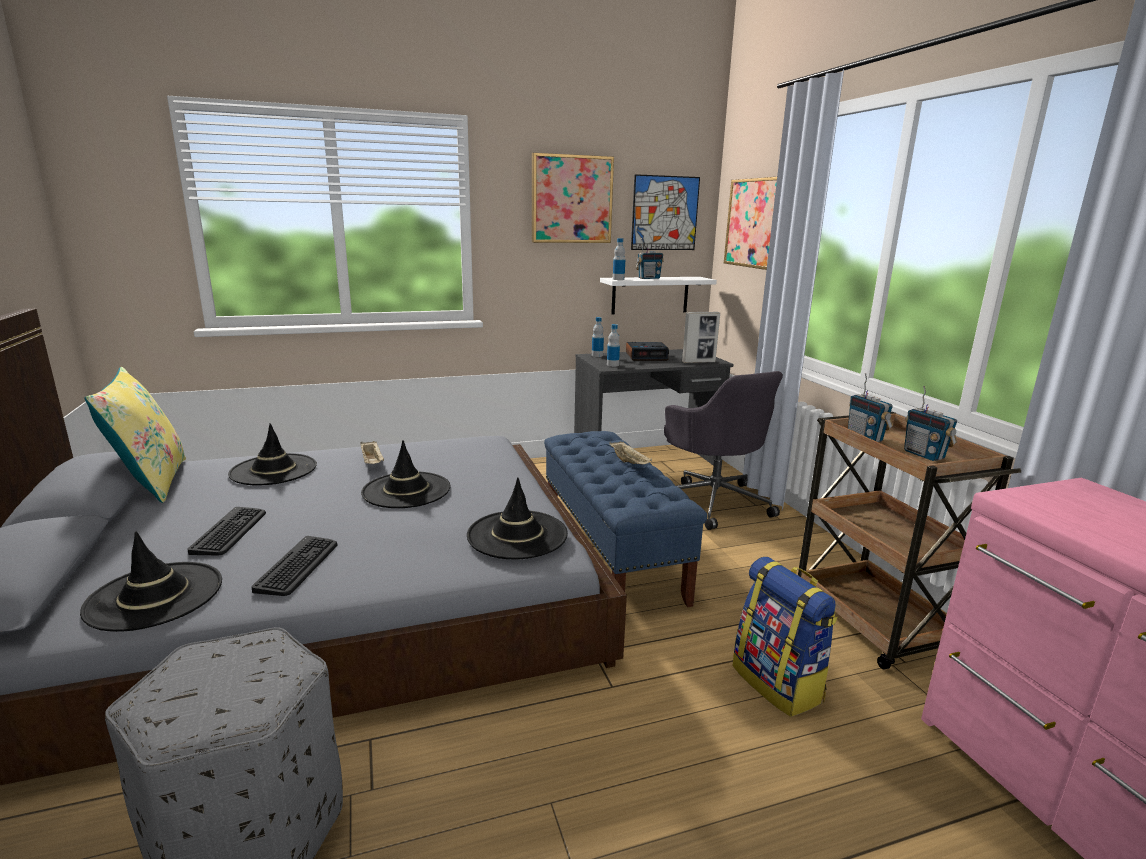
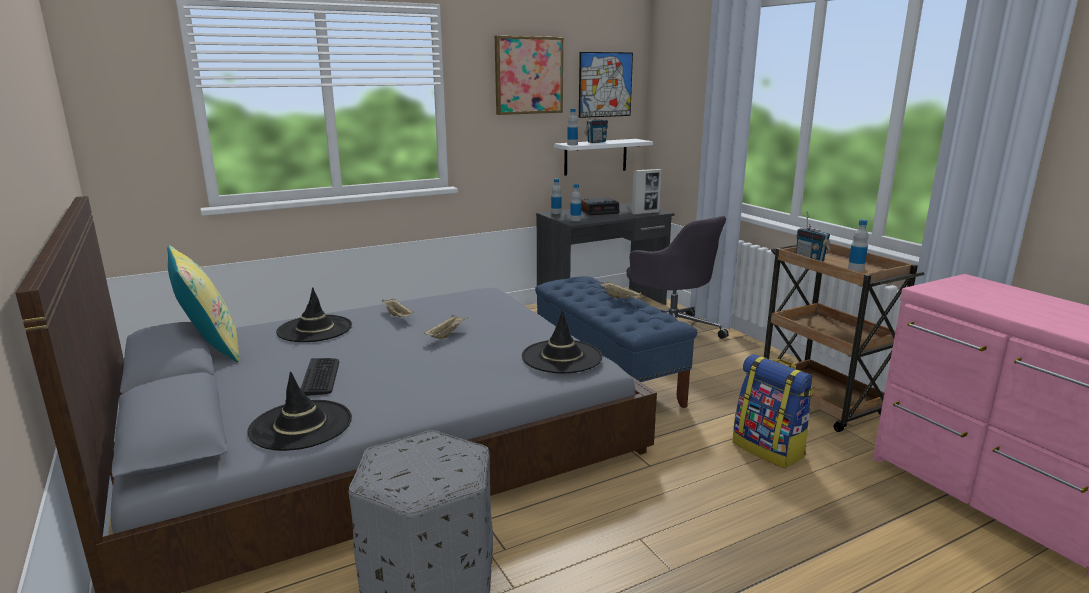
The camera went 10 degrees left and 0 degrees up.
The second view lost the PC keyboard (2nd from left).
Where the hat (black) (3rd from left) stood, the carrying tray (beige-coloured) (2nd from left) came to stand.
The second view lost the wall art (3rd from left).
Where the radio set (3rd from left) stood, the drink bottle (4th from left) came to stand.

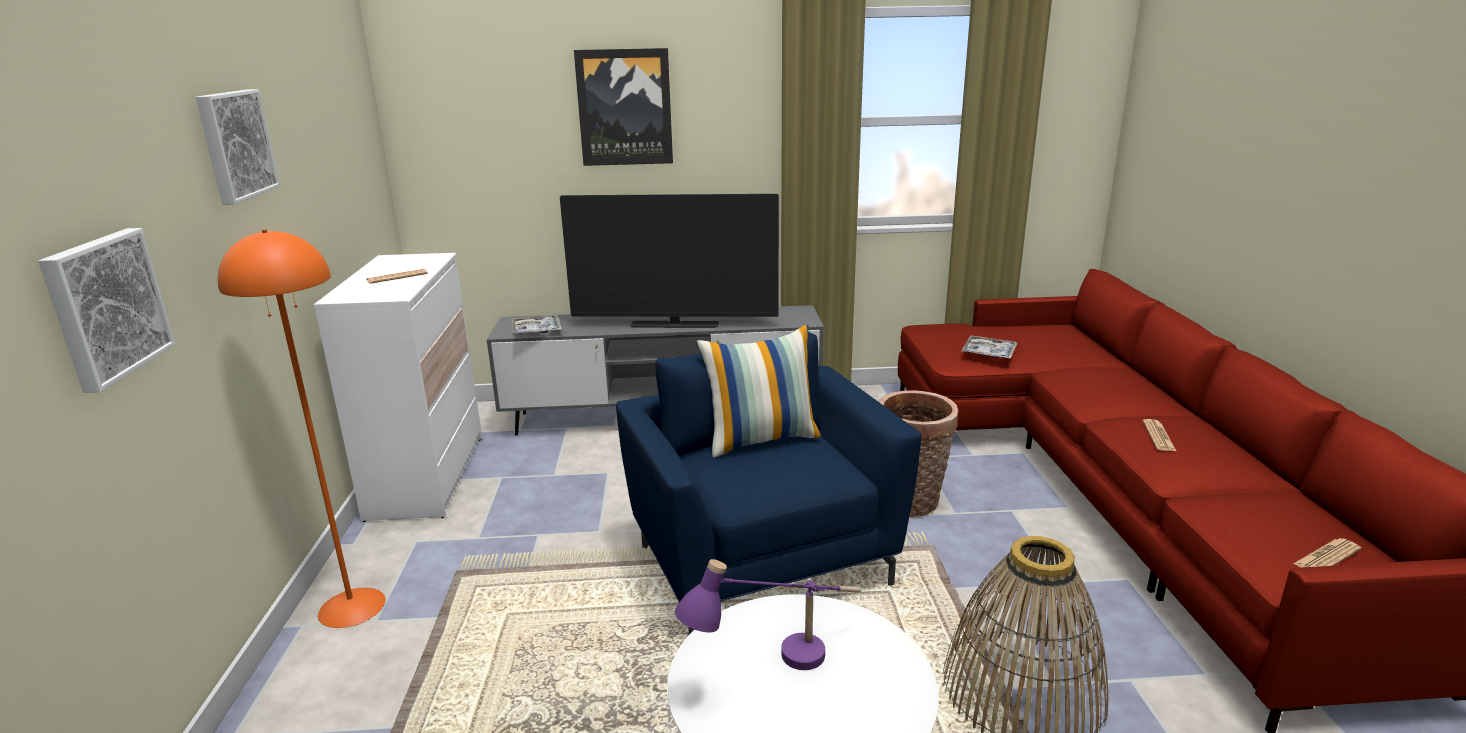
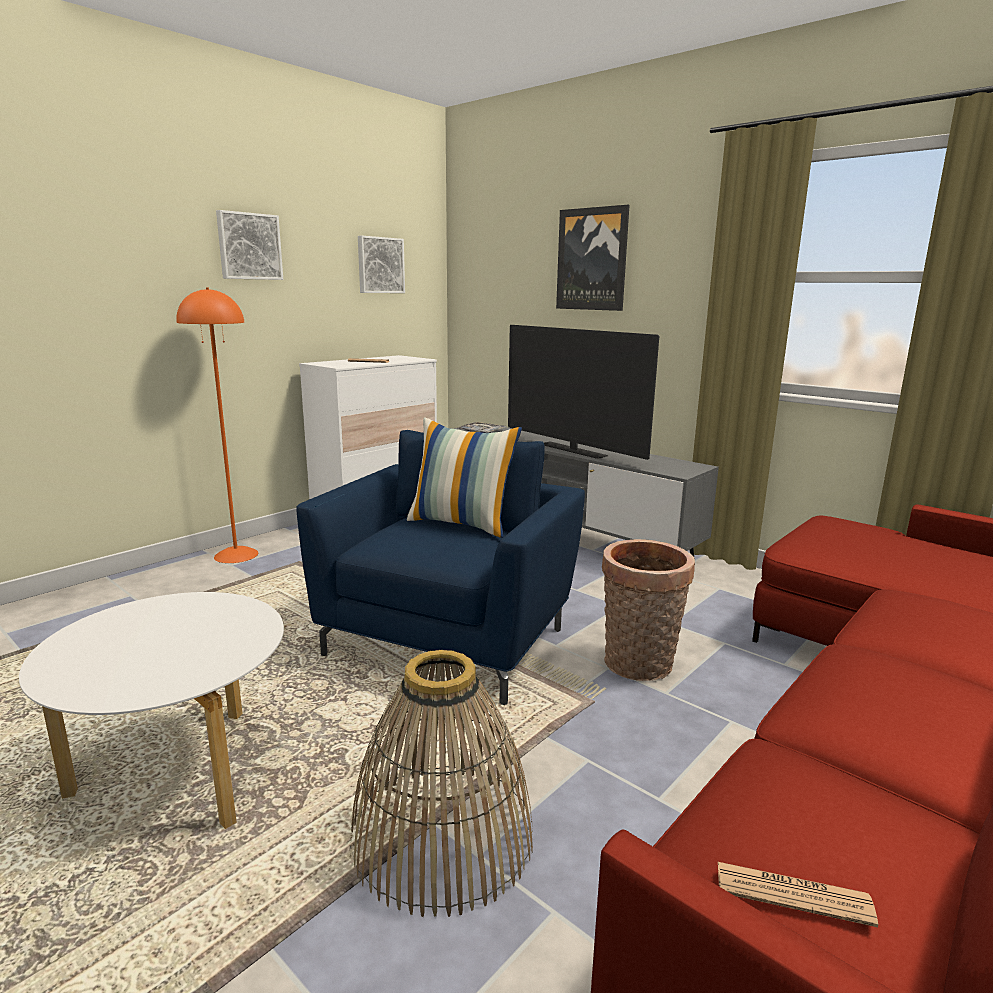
The camera went 45 degrees right and 5 degrees down.
The wall art (1st from left in the first image) ended up elsewhere.
The second view lost the table lamp (purplish).
The second view lost the carrying tray (2nd from left).
The second view lost the newspaper (2nd from left).

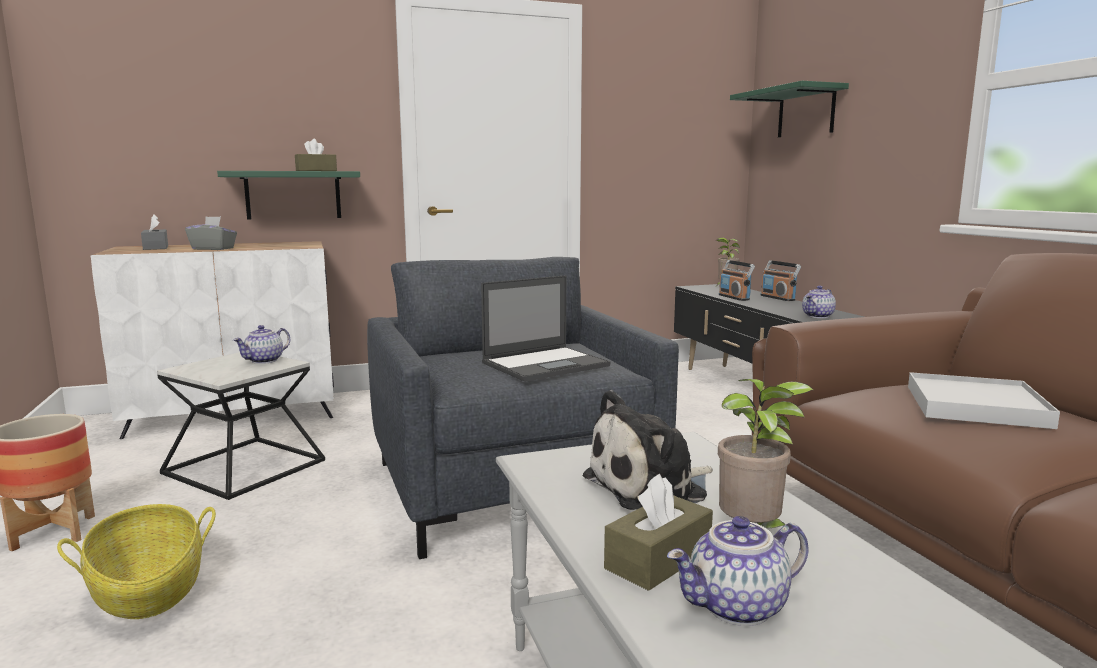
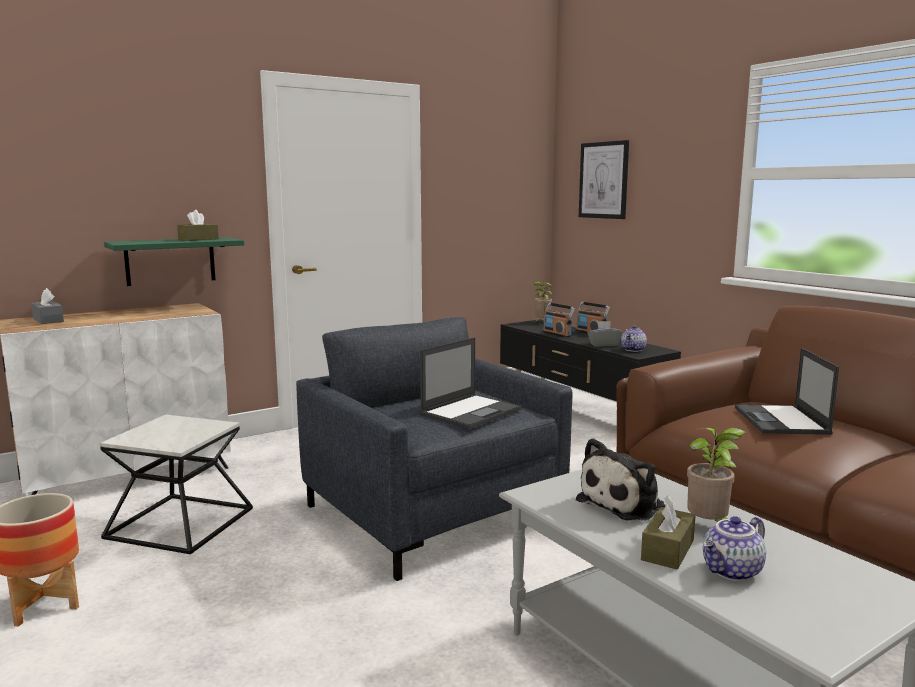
The camera went 15 degrees left and 0 degrees up.
The second view lost the household basket.
The tissue box (grey) (2nd from left) ended up elsewhere.
The second view lost the pot for tea (1st from left).
Where the wall shelf (greenish) (2nd from left) hung, the wall art came to hang.
Where the carrying tray (white-coloured) stood, the notebook computer (2nd from left) came to stand.

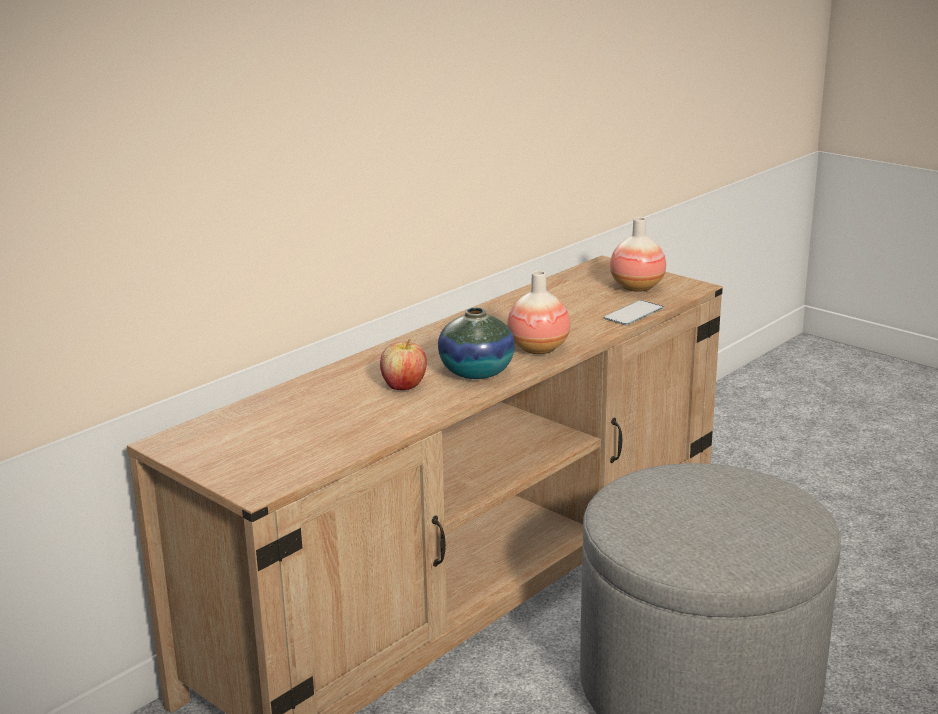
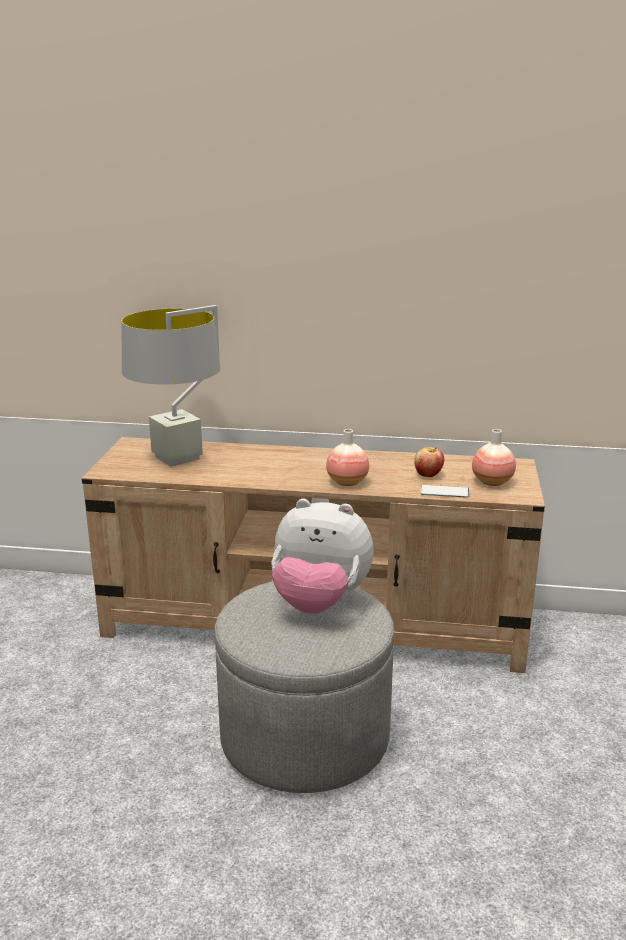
The camera went 55 degrees right and 0 degrees up.
The apple ended up elsewhere.
The second view lost the flower vase (1st from left).
The second view gained the table lamp (grey).
The second view gained the cuddly toy.

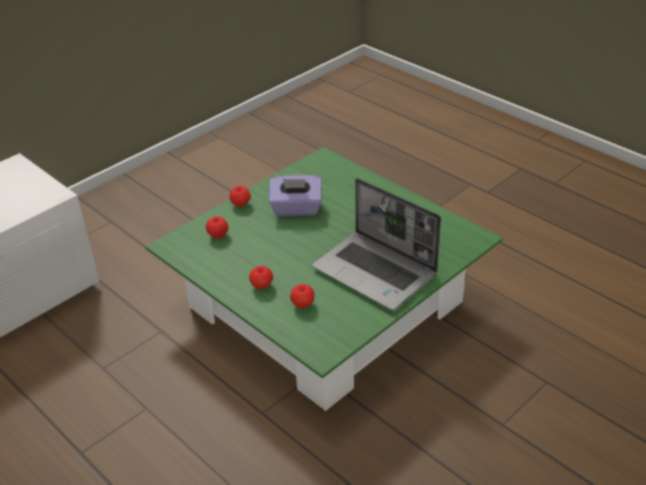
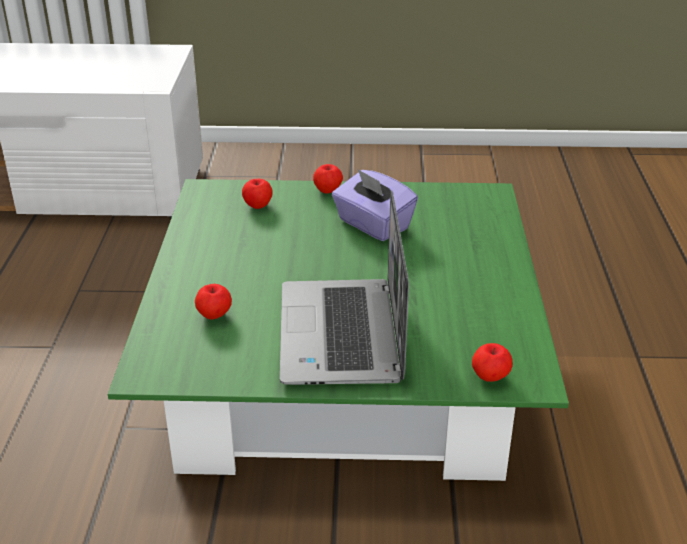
The camera went 45 degrees right and 5 degrees down.
The apple (3rd from left in the first image) ended up elsewhere.

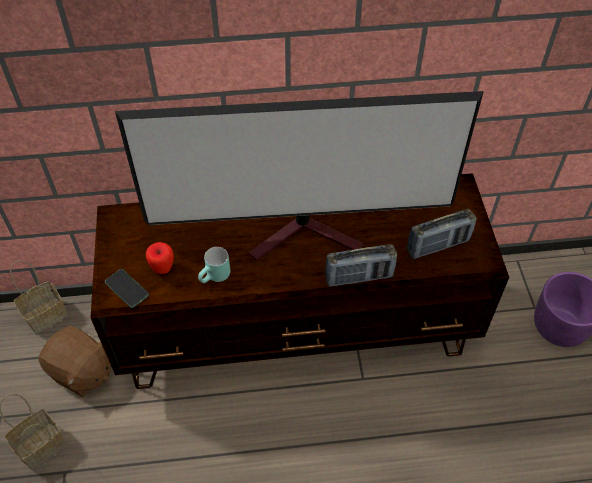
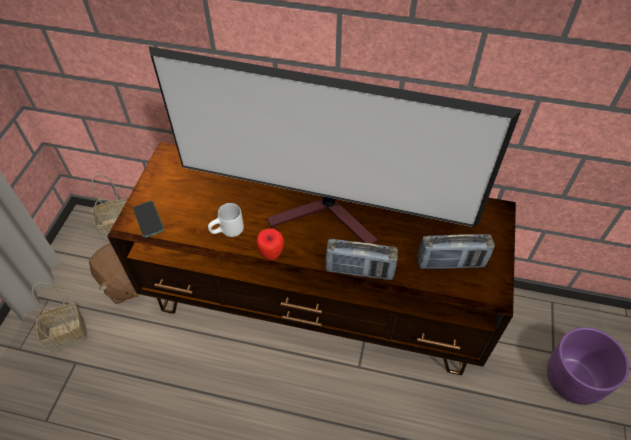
The camera went 20 degrees right and 0 degrees up.
The apple ended up elsewhere.
What was the tea mug (turquoise-coloured) turned into the tea mug (white-coloured).

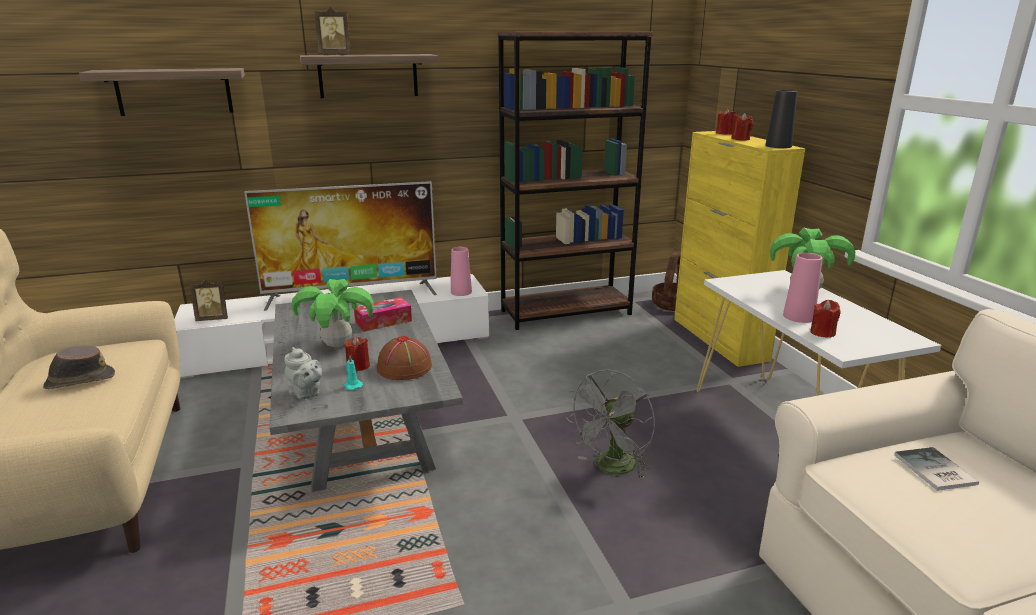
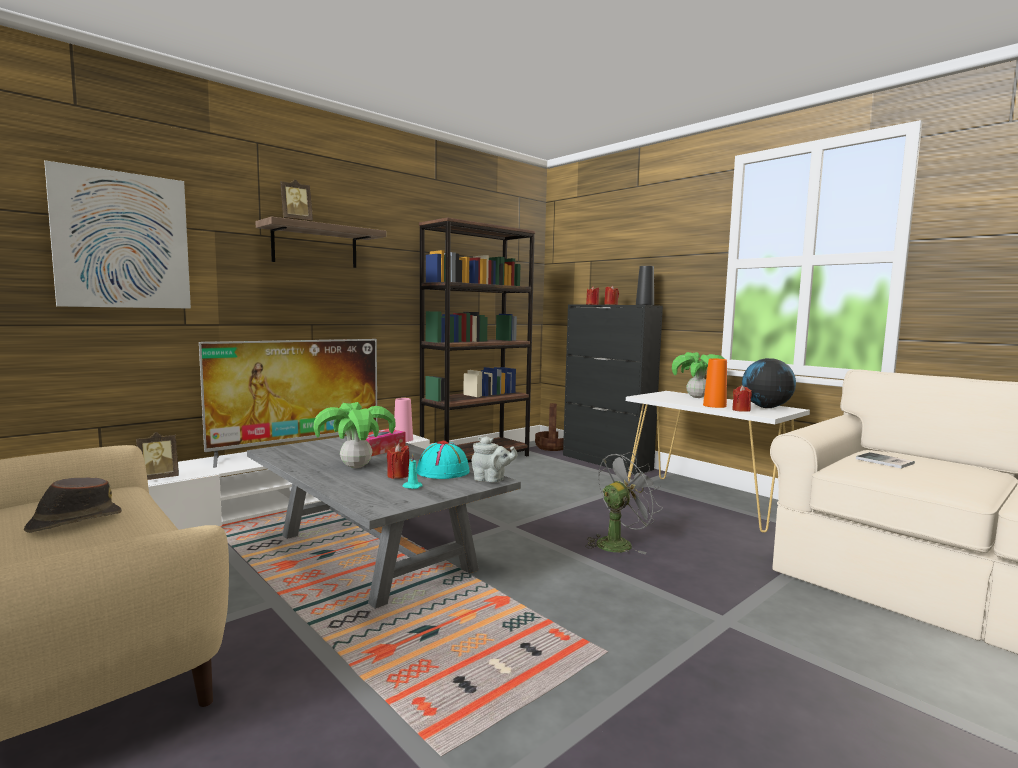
The camera went 25 degrees left and 15 degrees down.
Where the wall shelf (1st from left) hung, the wall art came to hang.
The pot for tea (grey) ended up elsewhere.
What was the hat (brown) (2nd from left) turned into the hat (turquoise-coloured).
The fan (grey) ended up facing another way, 135 degrees counterclockwise from before.
What was the storage cabinet (yellow) turned into the storage cabinet (black).
What was the flower vase (pink) (2nd from left) turned into the flower vase (orangey).
The second view gained the globe.

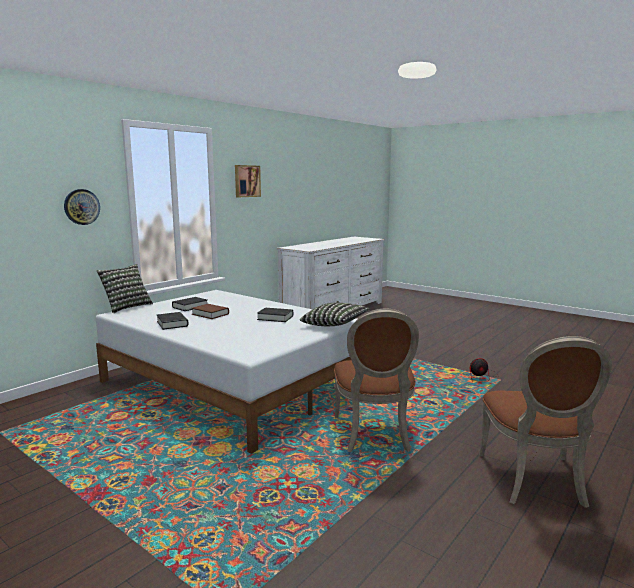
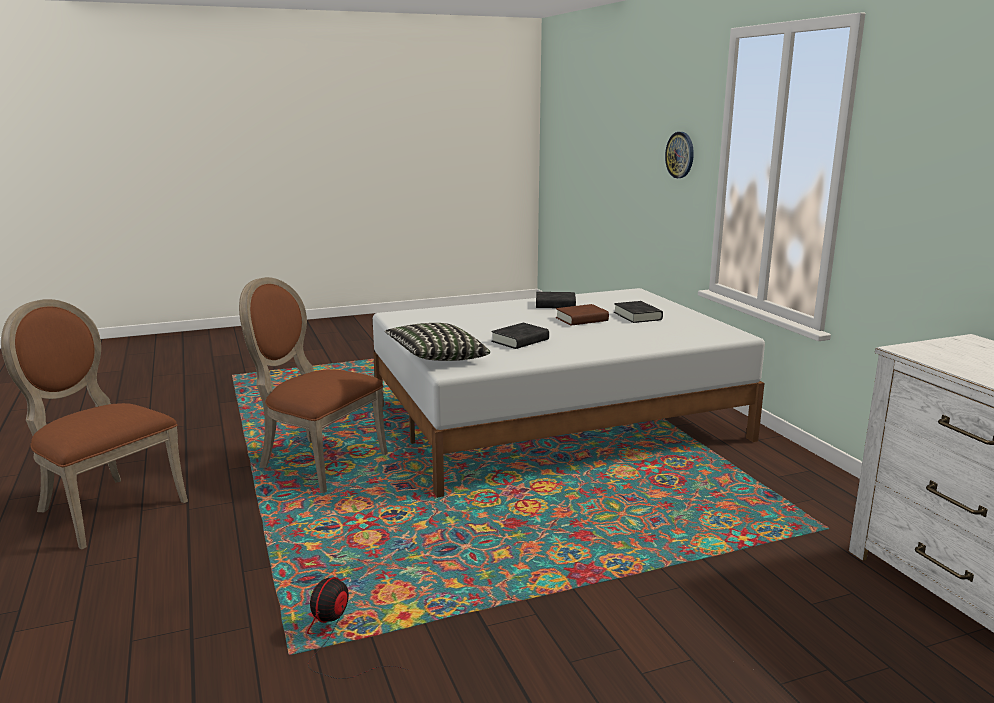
The camera went 120 degrees right and 5 degrees up.
The second view lost the pillow (1st from left).
The second view lost the wall art.

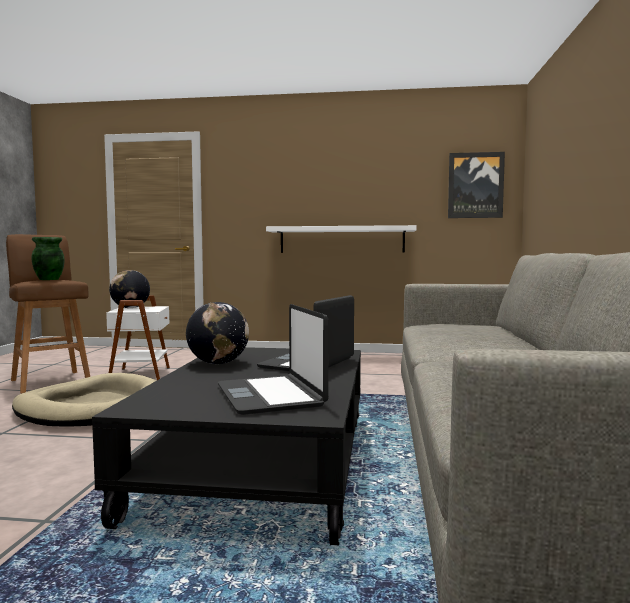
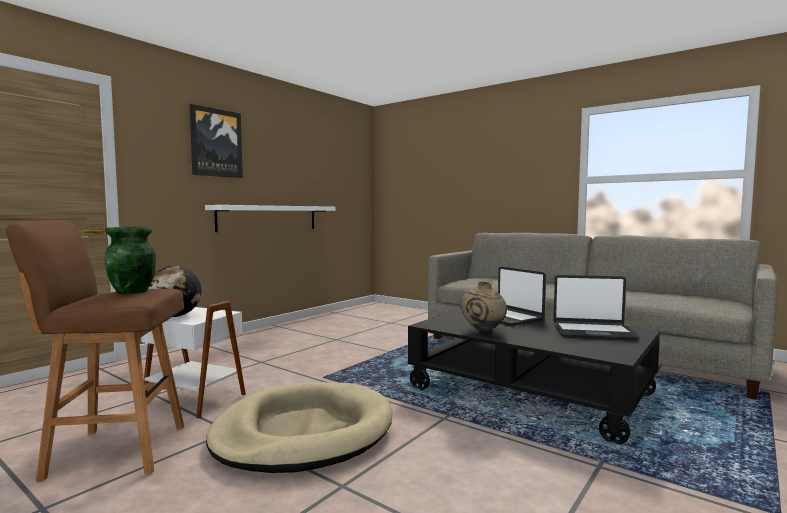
The camera went 60 degrees left and 0 degrees up.
Where the globe (2nd from left) stood, the flower vase (beige-coloured) came to stand.
The wall art ended up elsewhere.

